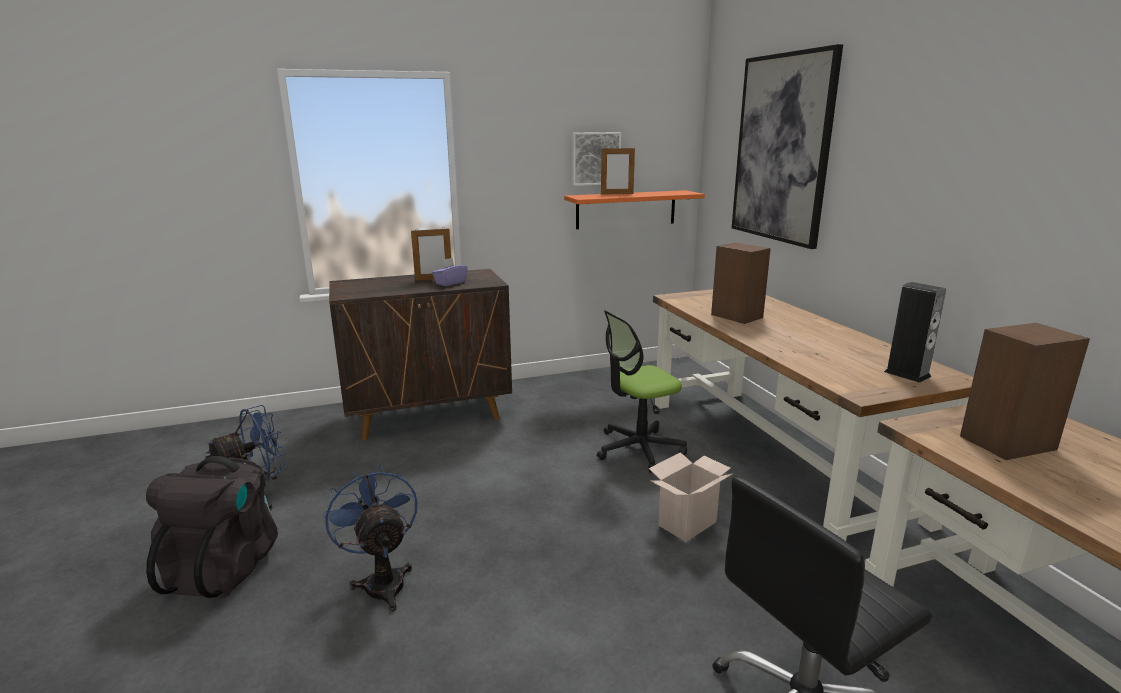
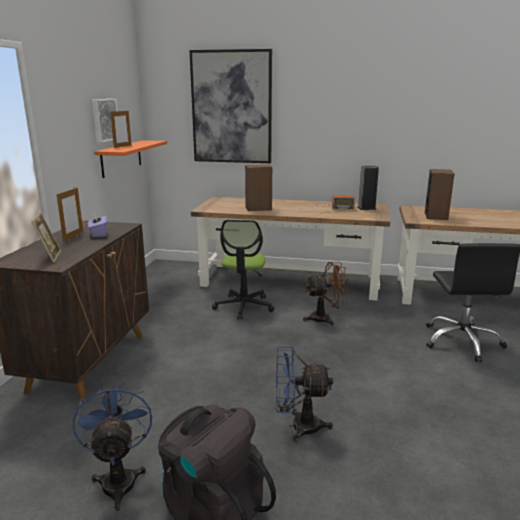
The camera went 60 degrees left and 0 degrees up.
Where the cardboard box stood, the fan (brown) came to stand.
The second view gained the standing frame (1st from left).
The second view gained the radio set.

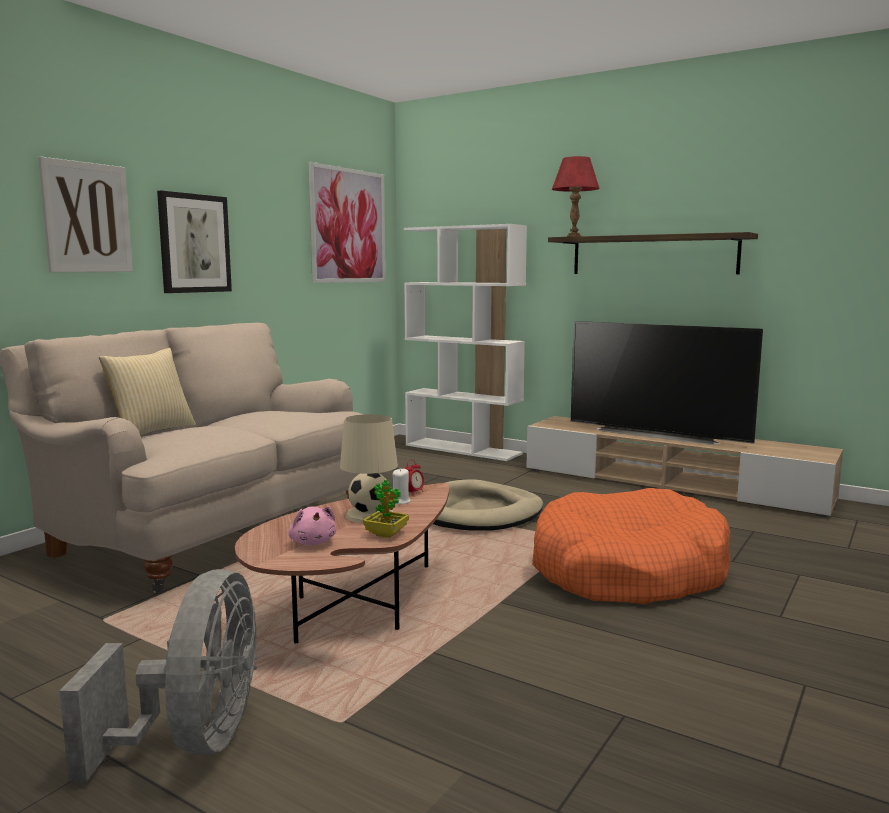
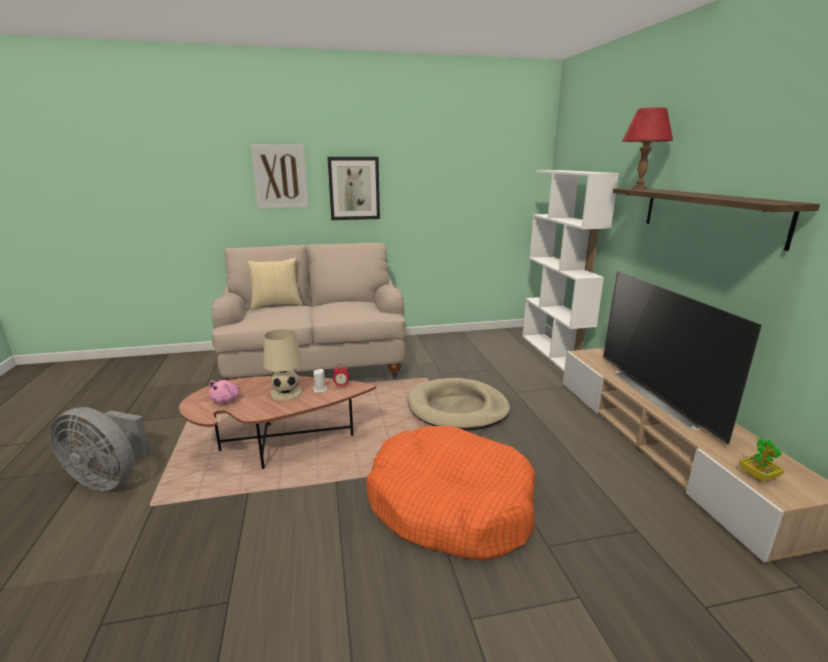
The camera went 45 degrees right and 10 degrees up.
The fan (grey) ended up facing another way, 60 degrees clockwise from before.
The second view lost the wall art (3rd from left).
The plant in a pot ended up elsewhere.

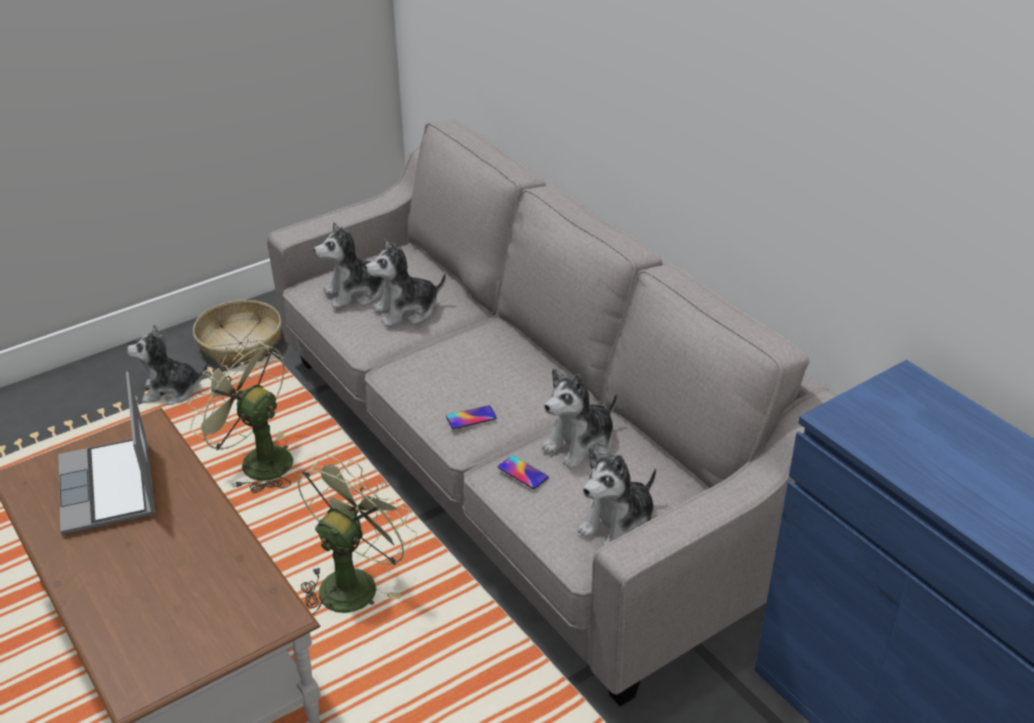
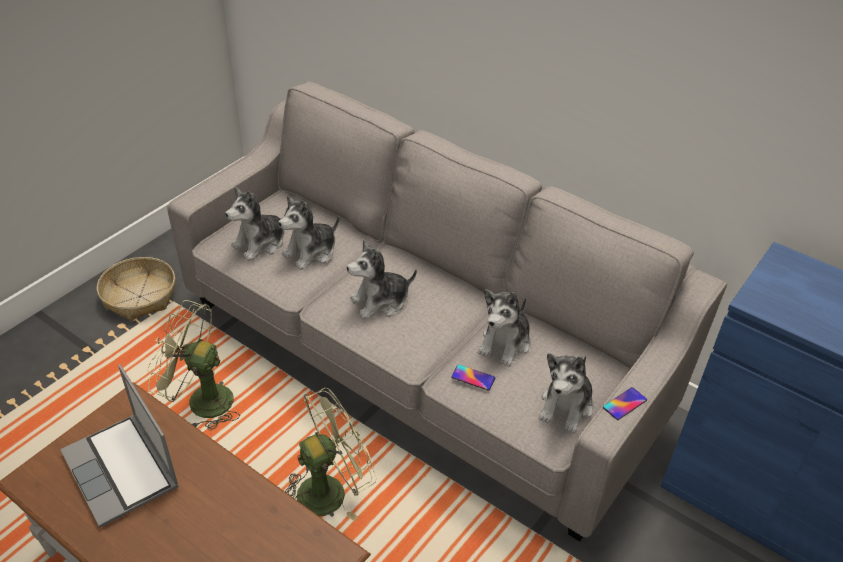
The camera went 20 degrees left and 5 degrees up.
The cuddly toy (1st from left in the first image) ended up elsewhere.
The fan (greenish) (2nd from left) ended up facing another way, 45 degrees clockwise from before.
The telephone (1st from left in the first image) ended up elsewhere.

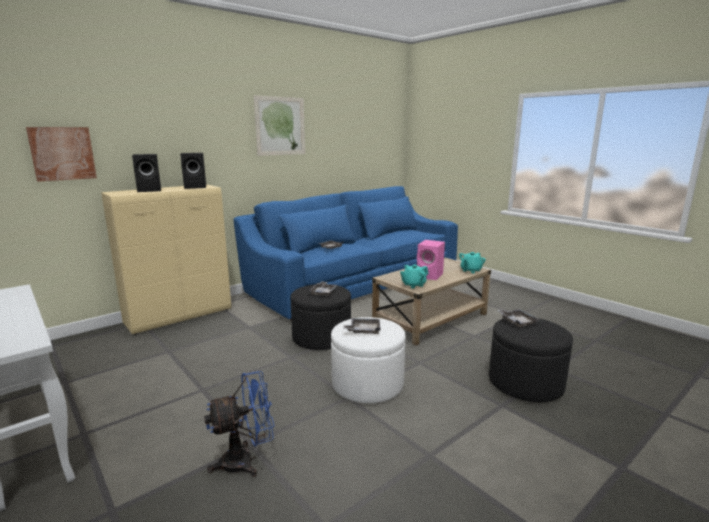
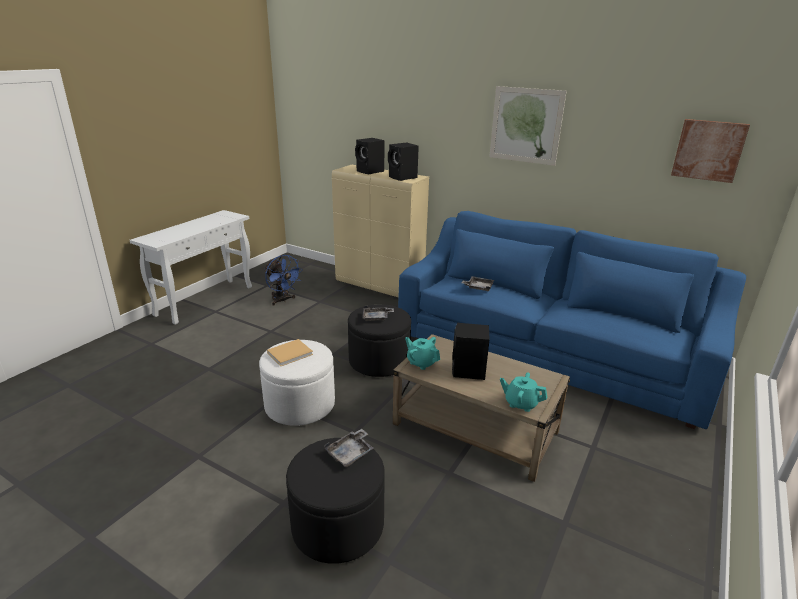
The camera went 70 degrees right and 10 degrees up.
The wall art (1st from left in the first image) ended up elsewhere.
The fan (bluish) ended up elsewhere.
Where the carrying tray (grey) (3rd from left) stood, the volume (beige-coloured) came to stand.
What was the audio speaker (pink) turned into the audio speaker (black) (3rd from left).

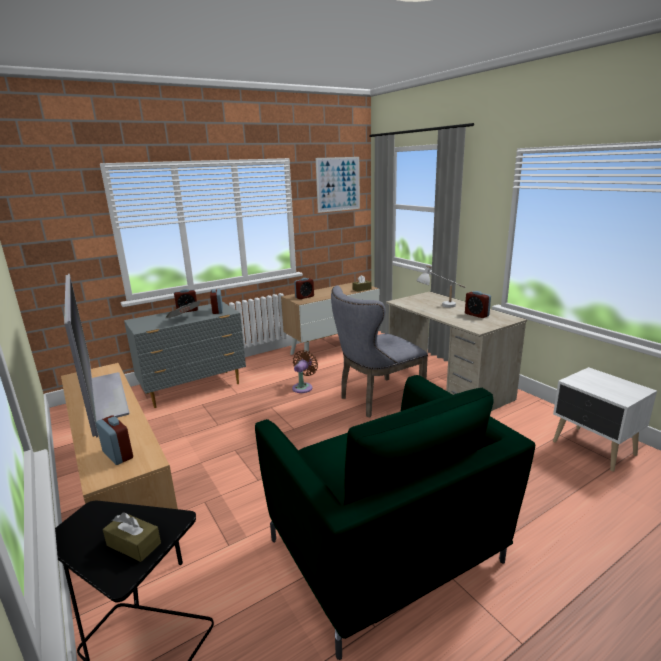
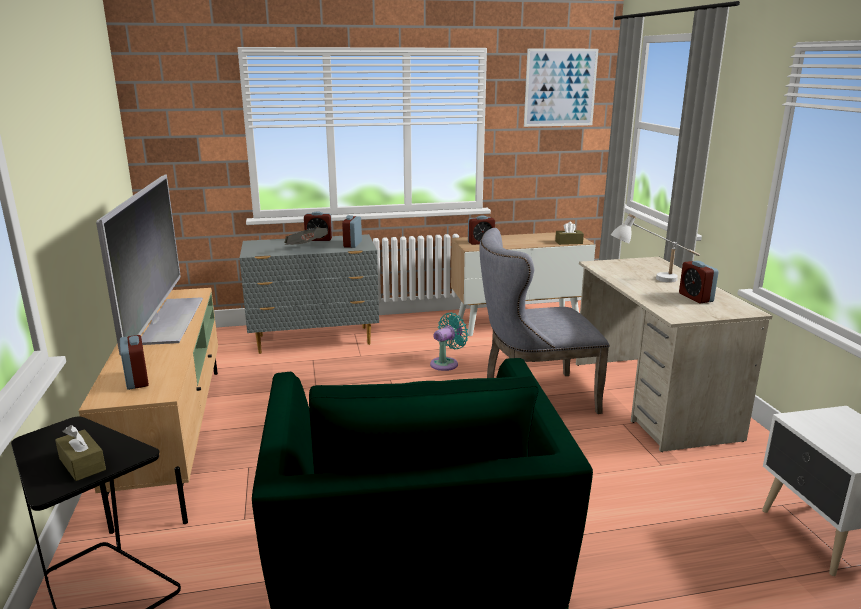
The camera went 20 degrees right and 0 degrees up.
What was the fan (brown) turned into the fan (turquoise-coloured).

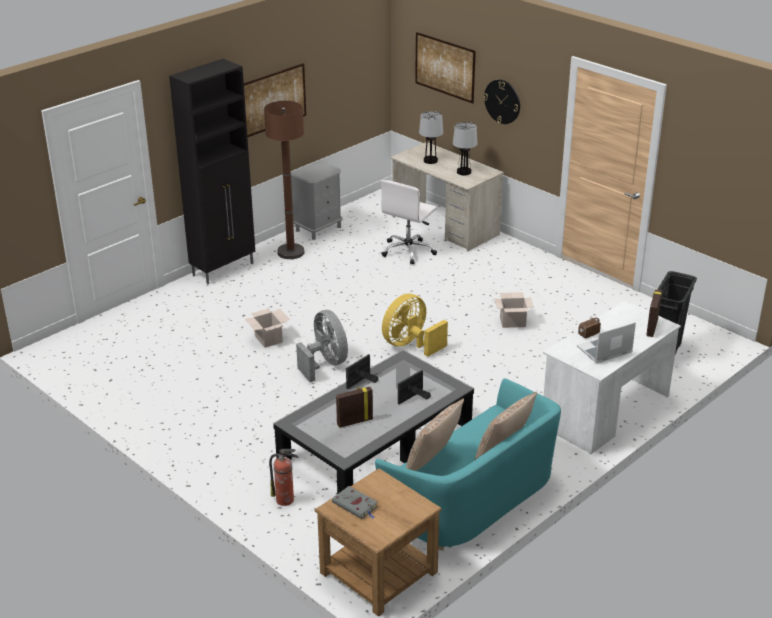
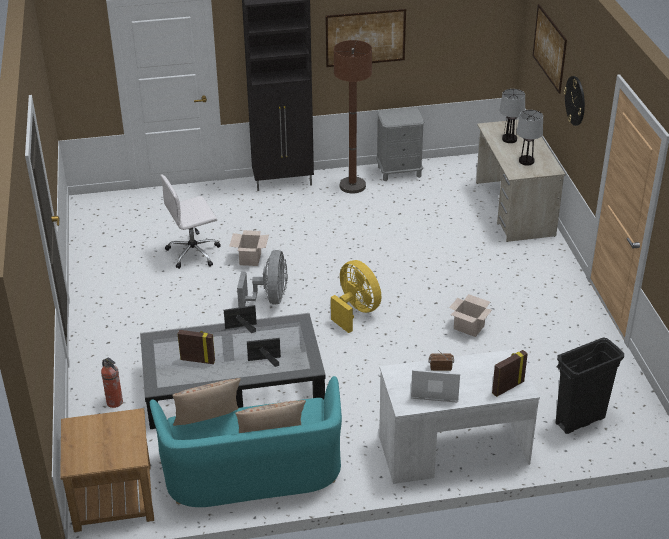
The camera went 35 degrees right and 5 degrees up.
The second view lost the volume (grey).
The desk chair (white-coloured) ended up elsewhere.
The fan (yellow) ended up facing another way, 60 degrees clockwise from before.

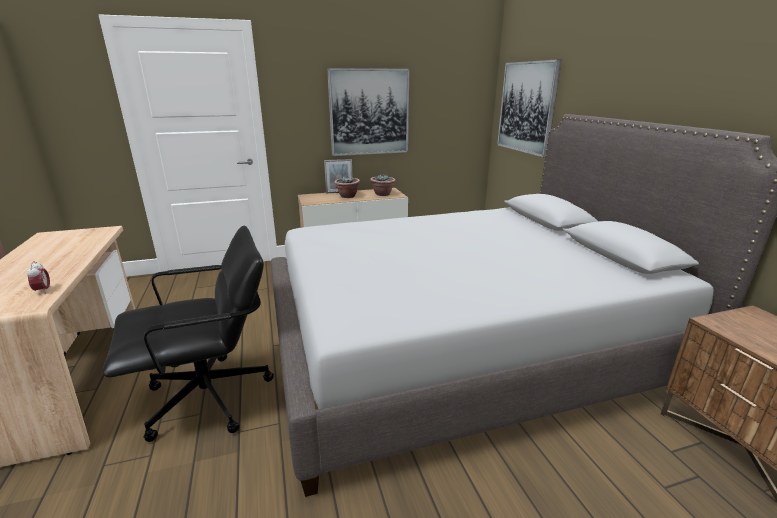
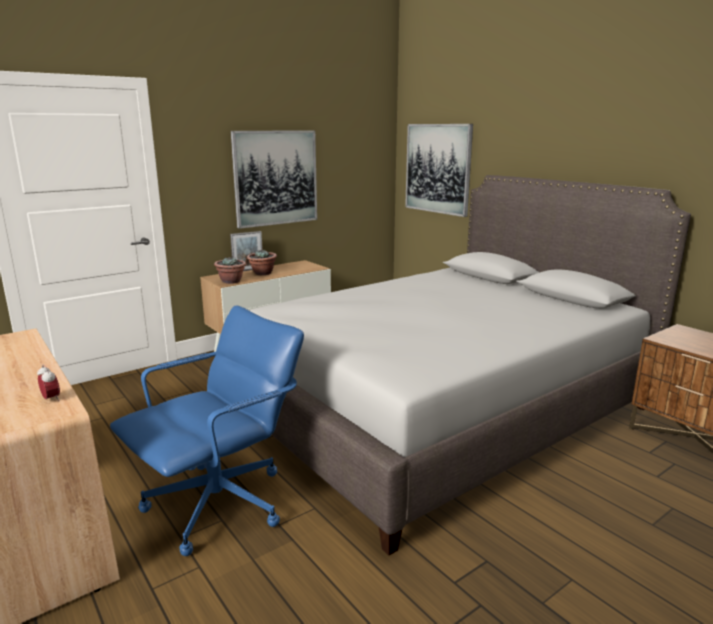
The camera went 20 degrees left and 5 degrees down.
What was the desk chair (black) turned into the desk chair (bluish).
The plant in a pot (2nd from left in the first image) ended up elsewhere.

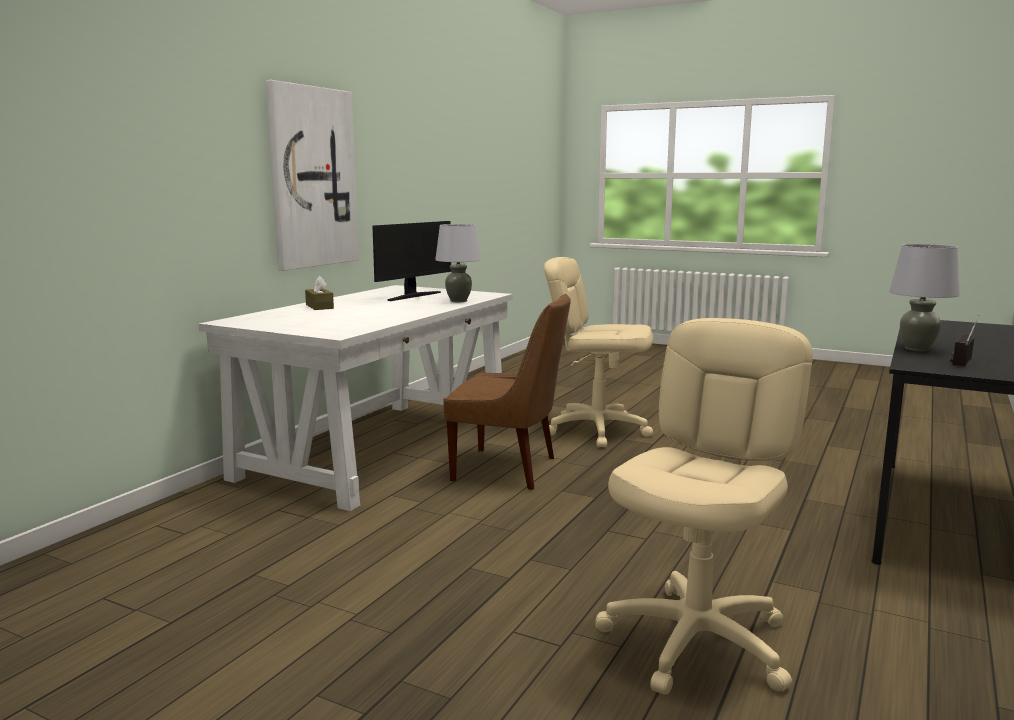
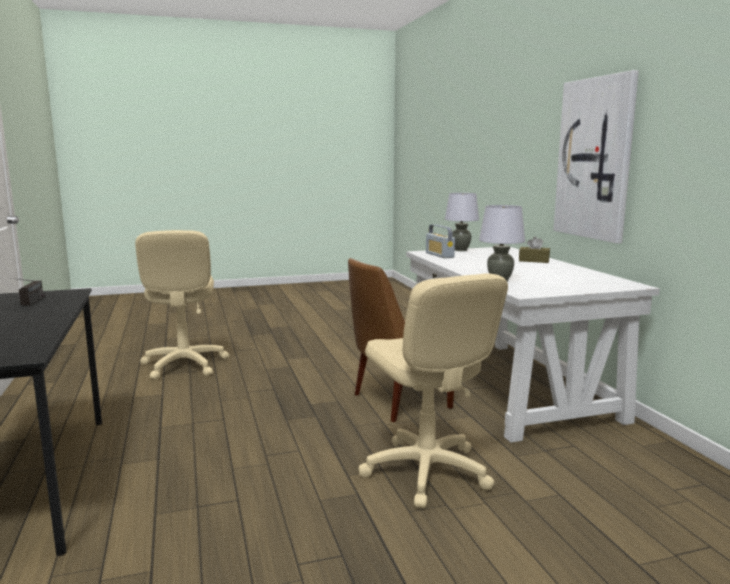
The camera went 135 degrees right and 0 degrees up.
The second view lost the monitor.
The desk chair (beige-coloured) (1st from left in the first image) ended up facing another way, 90 degrees clockwise from before.
The table lamp (grey) (2nd from left in the first image) ended up elsewhere.
The second view gained the radio set (2nd from left).

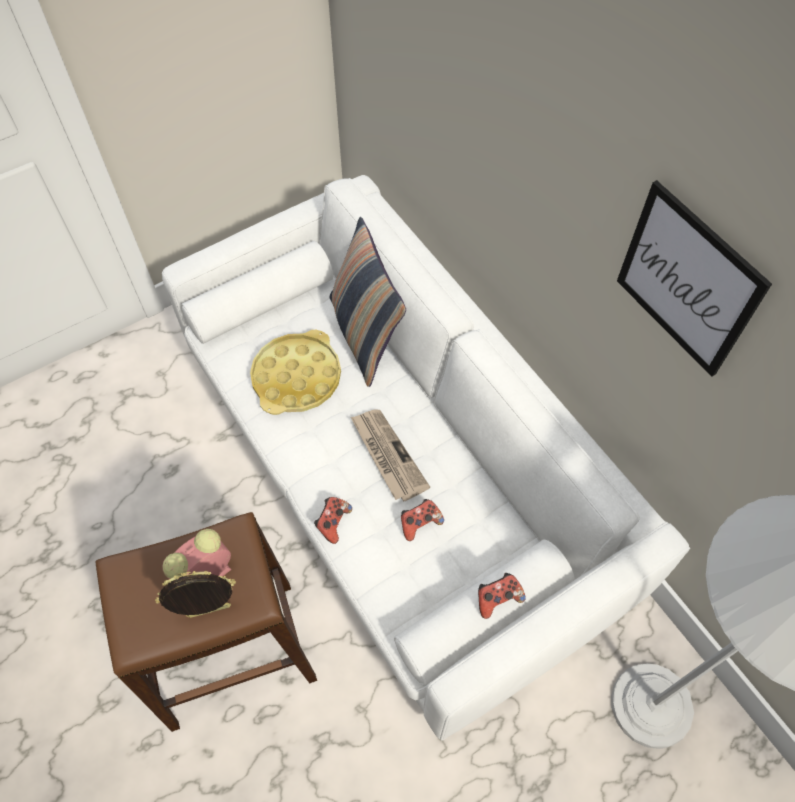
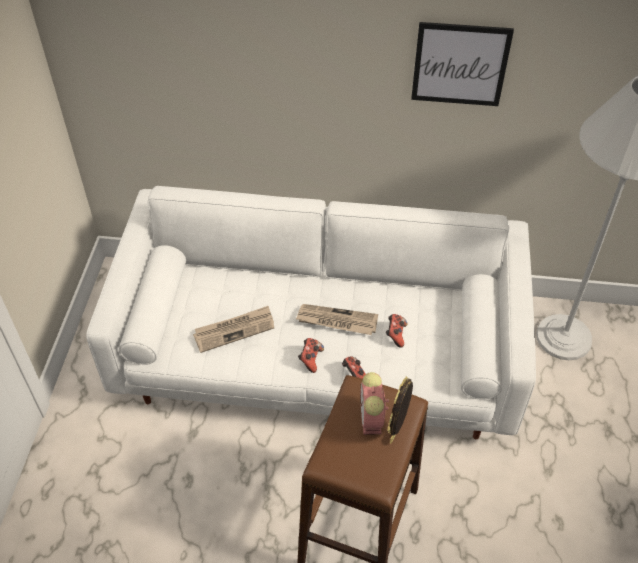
The camera went 50 degrees left and 10 degrees down.
Where the carrying tray (yellow) stood, the newspaper (1st from left) came to stand.
The second view lost the pillow.
The game controller (3rd from left in the first image) ended up elsewhere.

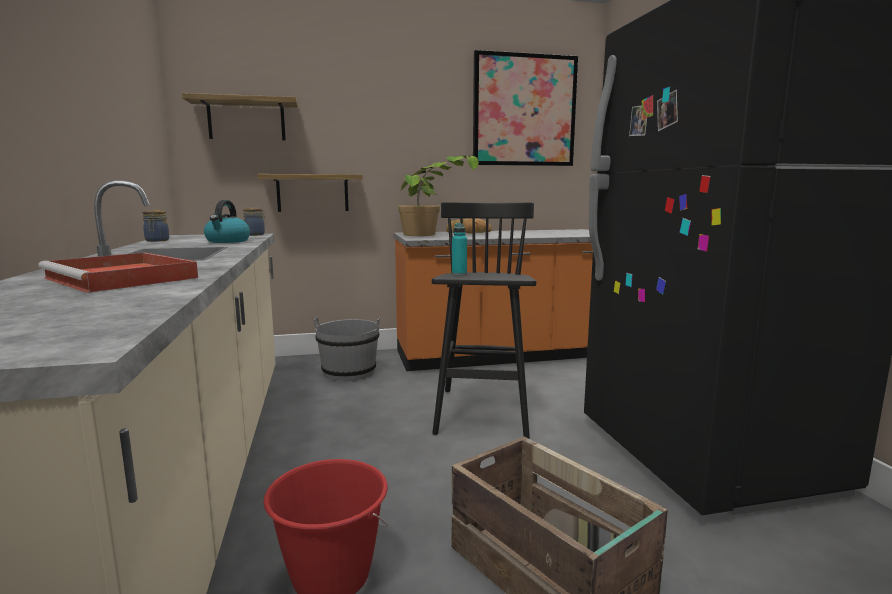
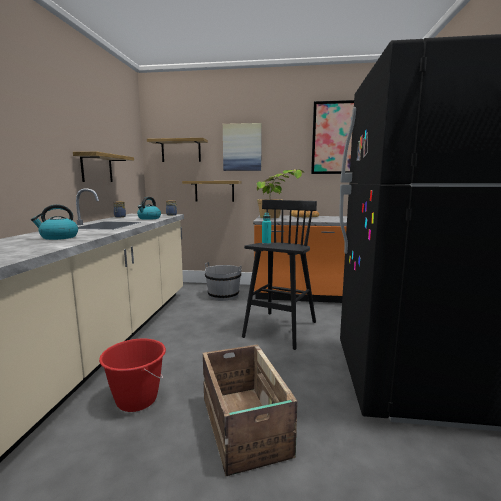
The camera went 20 degrees right and 0 degrees up.
Where the carrying tray (reddish) stood, the kettle (1st from left) came to stand.
The second view gained the wall shelf (1st from left).
The second view gained the wall art (1st from left).

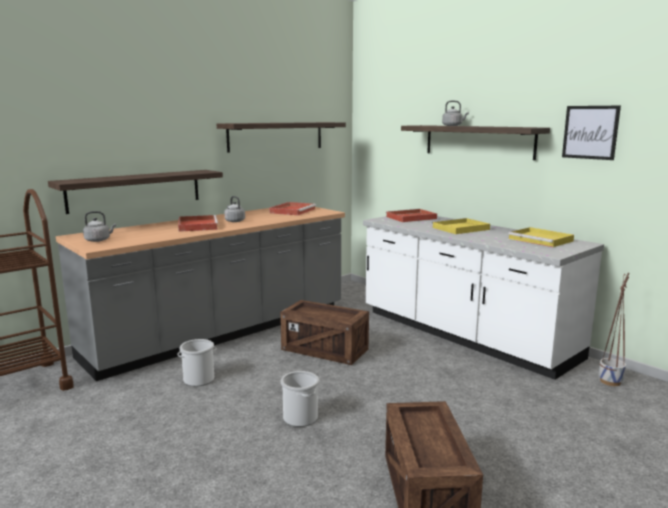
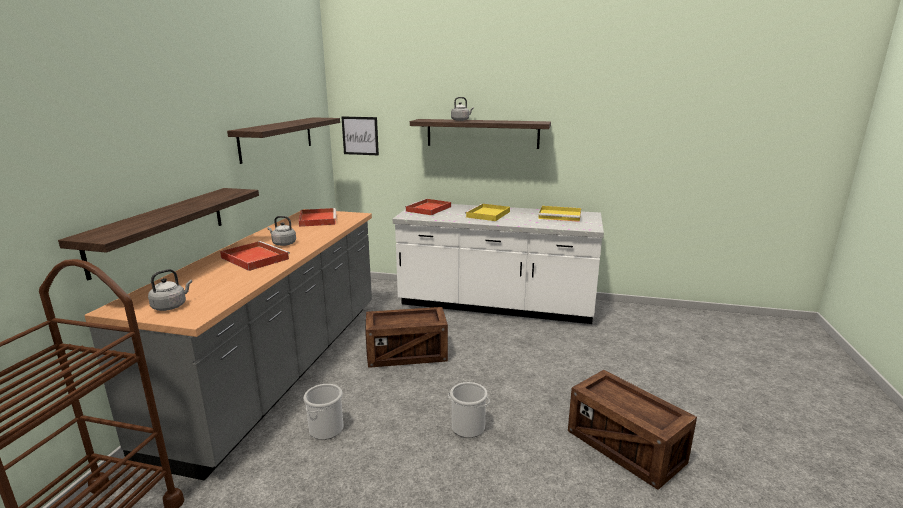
The camera went 35 degrees left and 5 degrees up.
The wall art ended up elsewhere.
The second view lost the planter.

